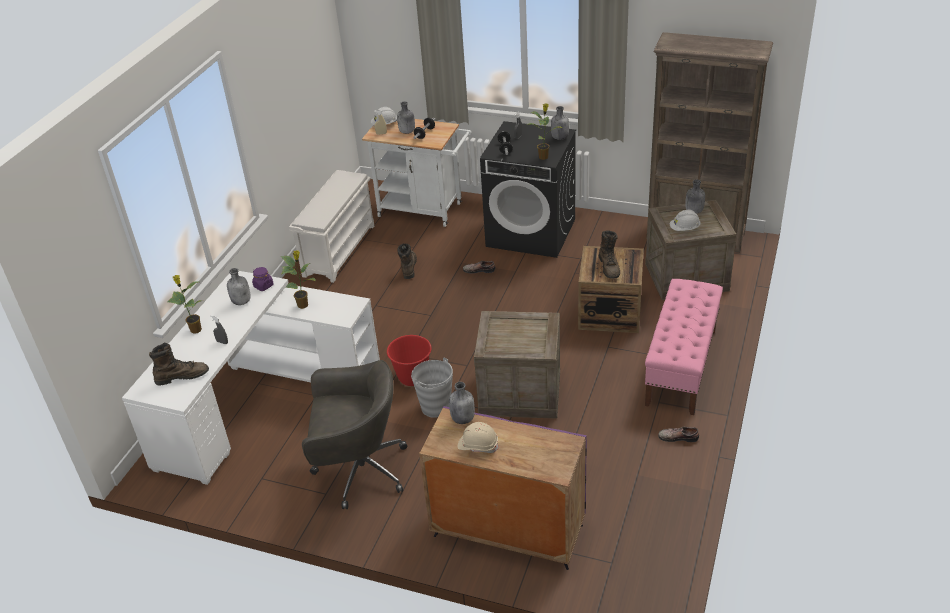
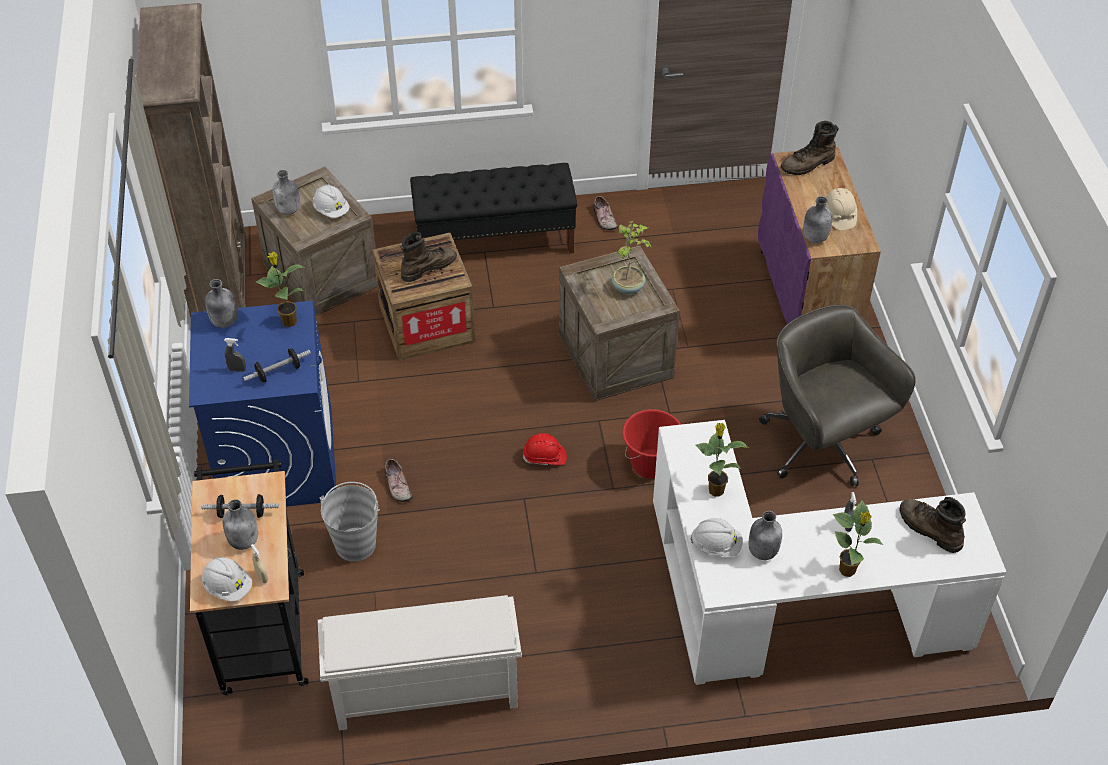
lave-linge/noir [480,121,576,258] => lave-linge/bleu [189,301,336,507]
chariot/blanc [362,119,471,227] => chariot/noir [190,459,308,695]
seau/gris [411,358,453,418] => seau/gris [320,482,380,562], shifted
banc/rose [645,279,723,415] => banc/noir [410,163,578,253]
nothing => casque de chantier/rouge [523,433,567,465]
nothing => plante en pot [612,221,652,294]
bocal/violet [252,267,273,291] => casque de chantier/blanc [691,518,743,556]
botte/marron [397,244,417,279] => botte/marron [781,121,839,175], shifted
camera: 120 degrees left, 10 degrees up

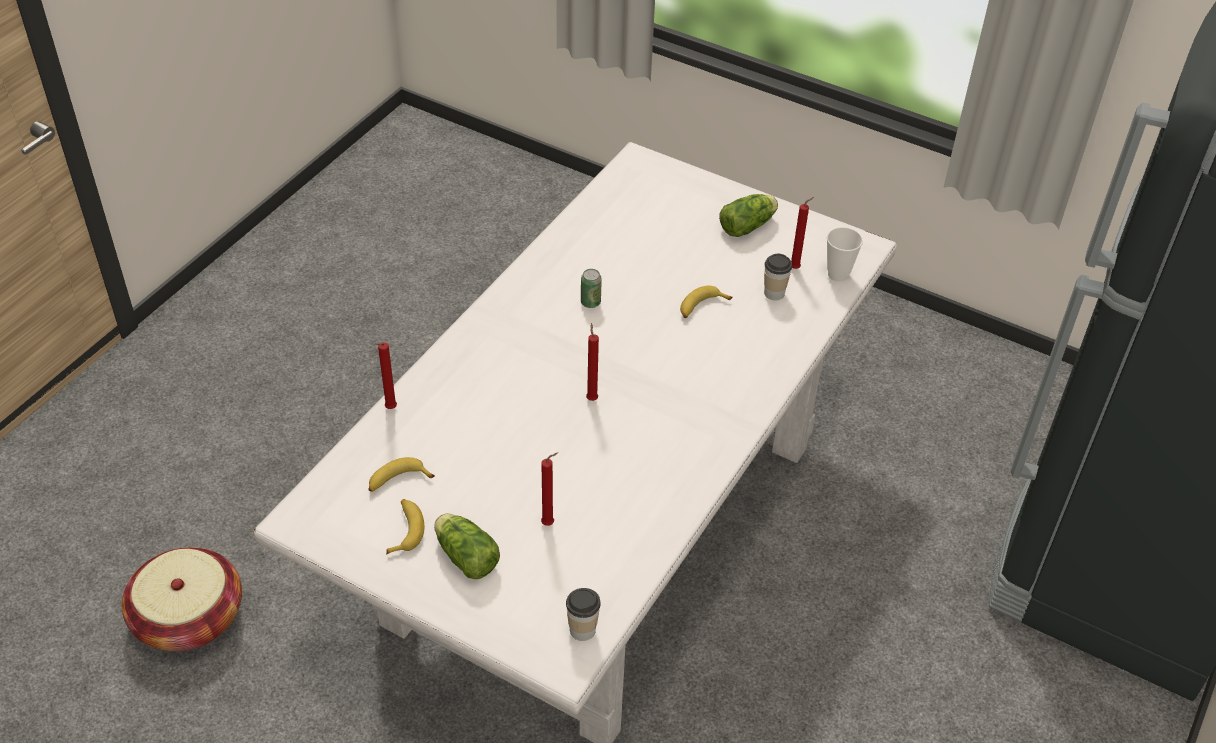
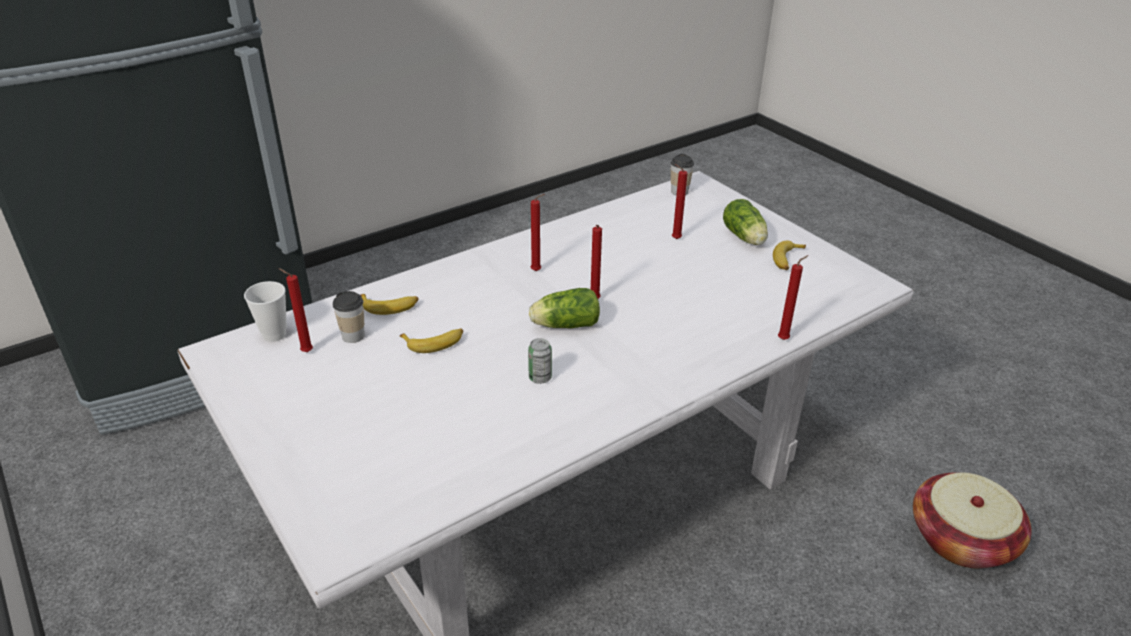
banane [369,457,435,492] => banane [361,294,419,315], shifted
laitue [719,194,778,237] => laitue [529,288,600,328], shifted
nothing => bougie/rouge [531,194,545,271]
camera: 155 degrees left, 10 degrees down

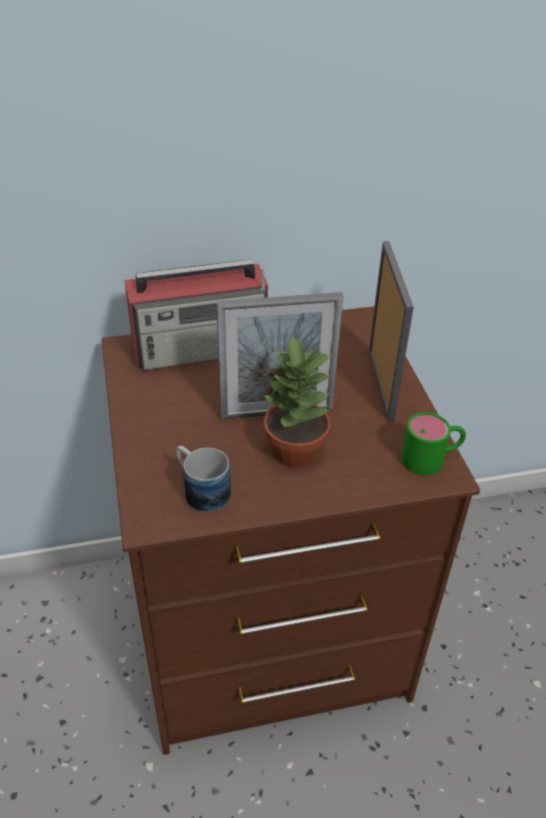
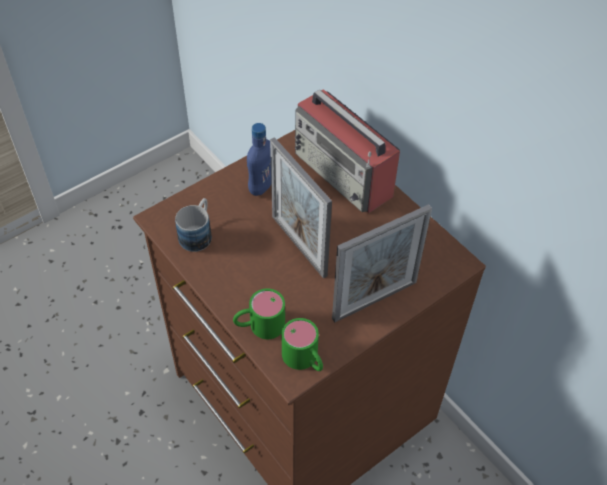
nothing => mug/vert [233,289,285,339]
nothing => bouteille/bleu [247,123,271,196]
plante en pot [262,335,332,468] => nothing
camera: 65 degrees right, 10 degrees up

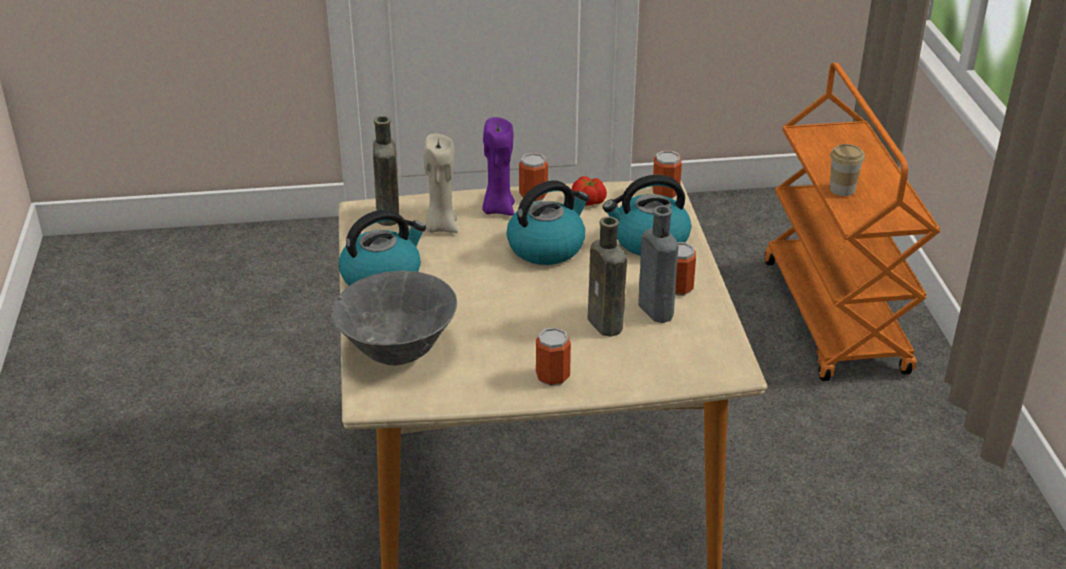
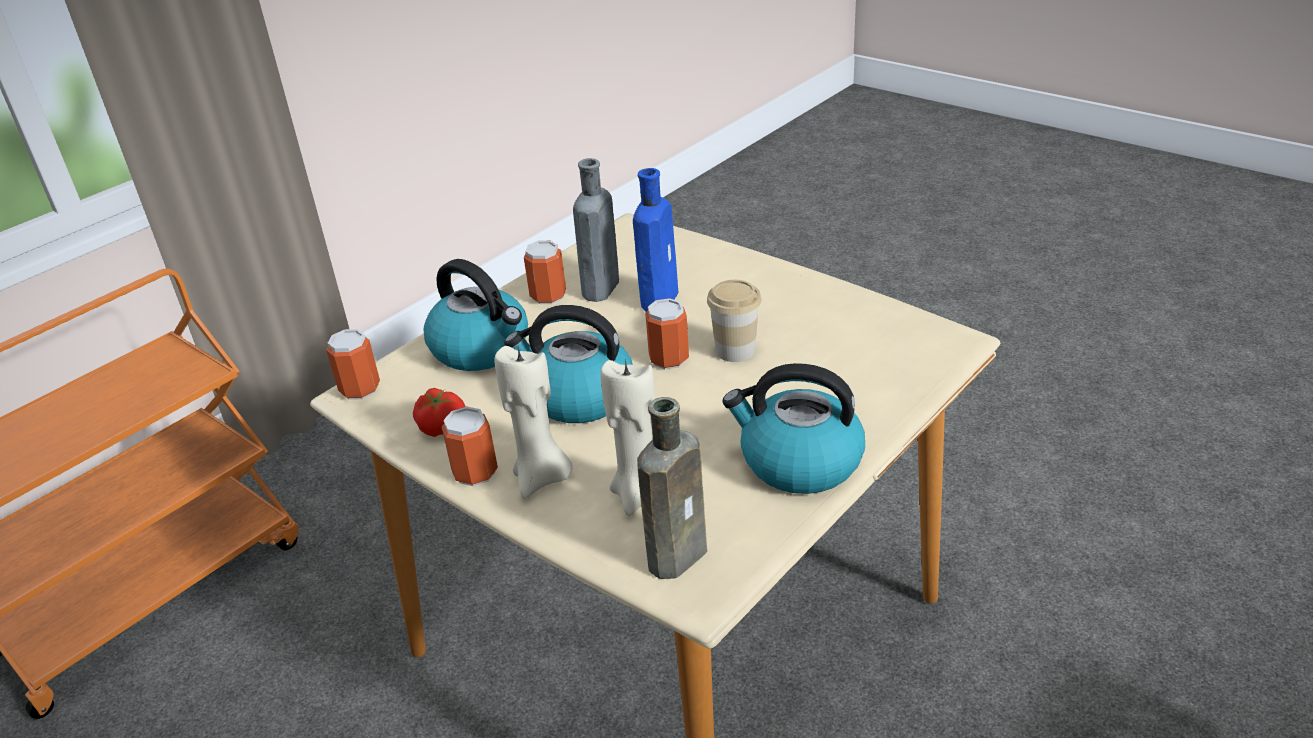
bougie/violet [482,117,515,215] => bougie/beige [494,346,573,498]
bouteille/marron [588,217,627,336] => bouteille/bleu [633,168,678,312]
boîte métallique [536,327,571,386] => boîte métallique [645,298,689,370], shifted
tasse [830,144,865,196] => tasse [707,280,761,362], shifted
bol/gris [330,271,457,366] => nothing
camera: 130 degrees left, 0 degrees up

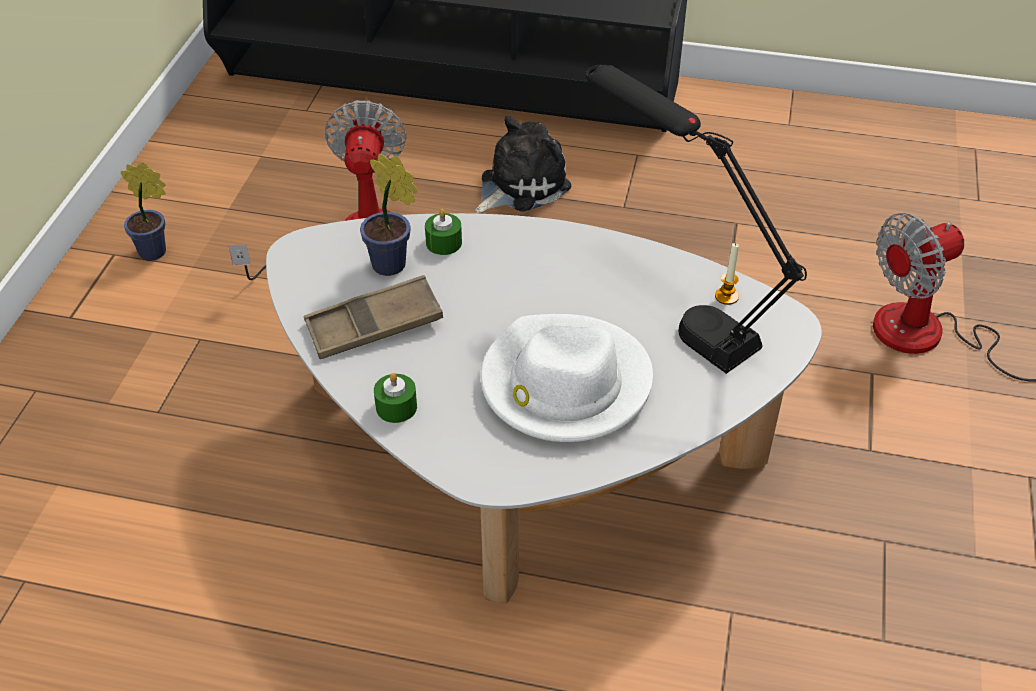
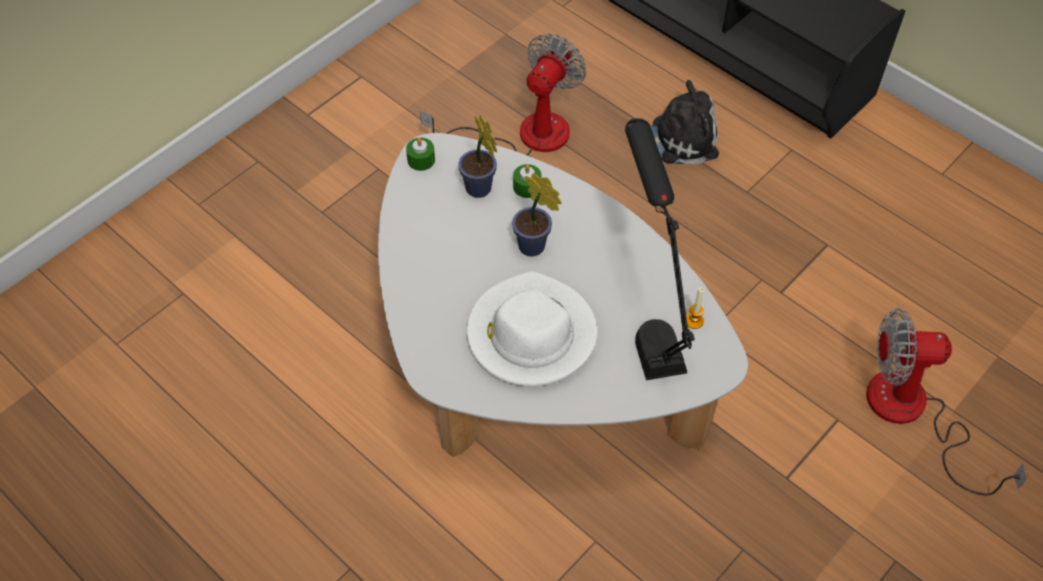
bougie/vert [374,373,417,423] => bougie/vert [406,137,435,171], shifted
plante en pot [121,162,166,261] => plante en pot [512,173,562,257], shifted
plateau/marron [304,275,443,359] => nothing
camera: 30 degrees right, 10 degrees up

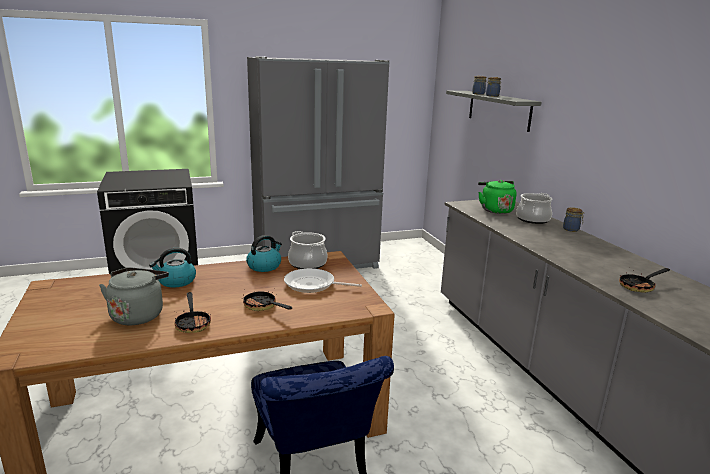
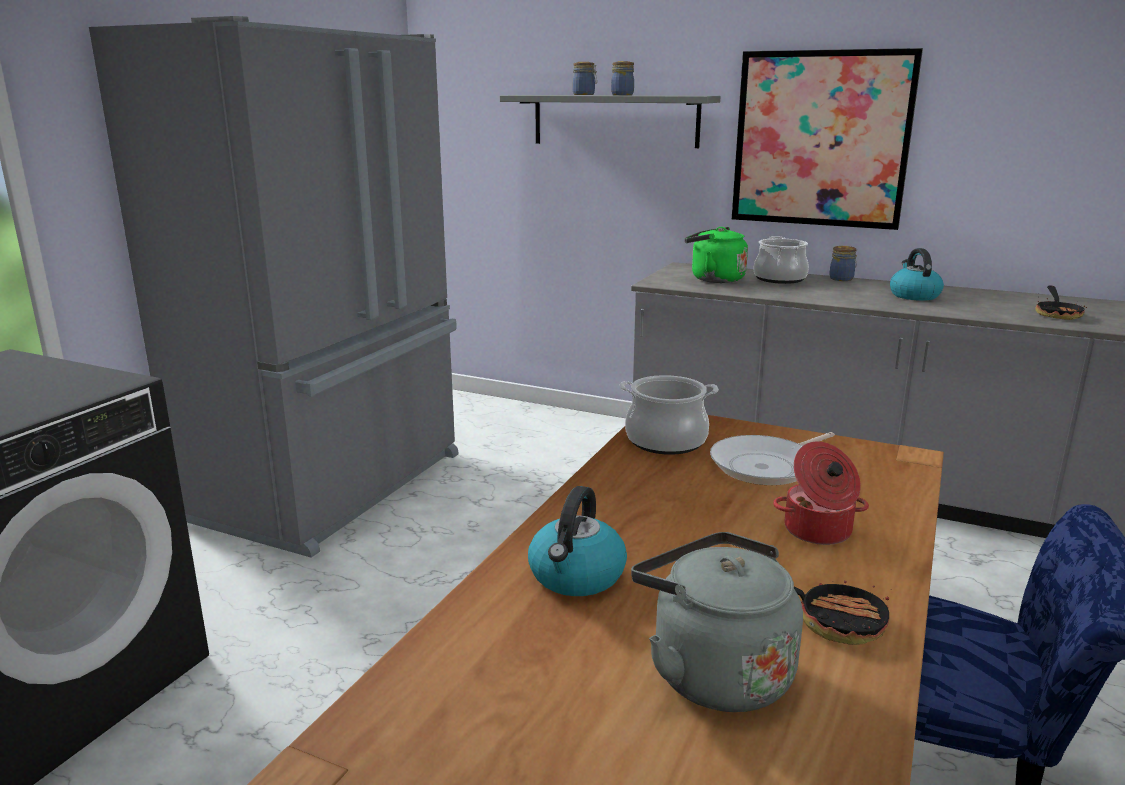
nothing => tableau [732,48,923,230]
poêle [242,291,292,311] => marmite [773,442,869,545]
bouilloire [246,235,282,272] => bouilloire [890,248,944,301], shifted
camera: 45 degrees left, 0 degrees up

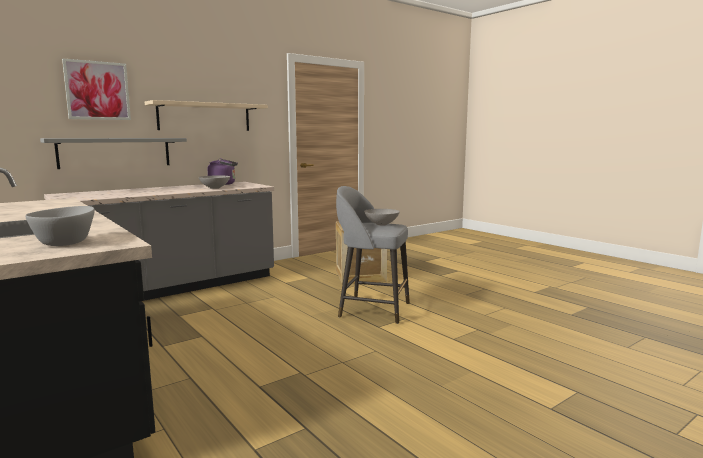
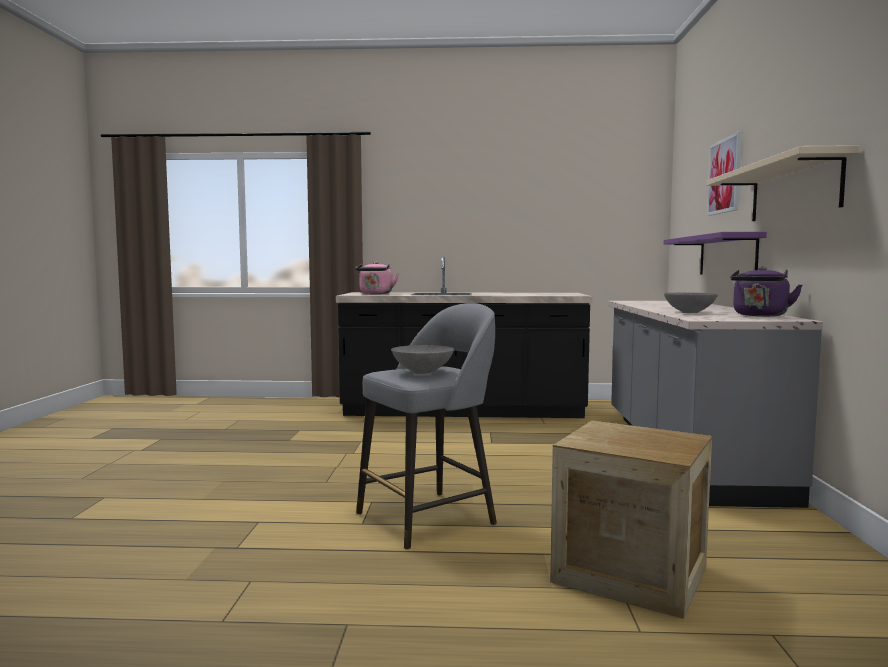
bol/gris [25,206,95,246] => bouilloire/rose [356,262,399,294]
étagère/gris [40,138,187,169] => étagère/violet [664,232,767,274]
camera: 130 degrees right, 5 degrees down

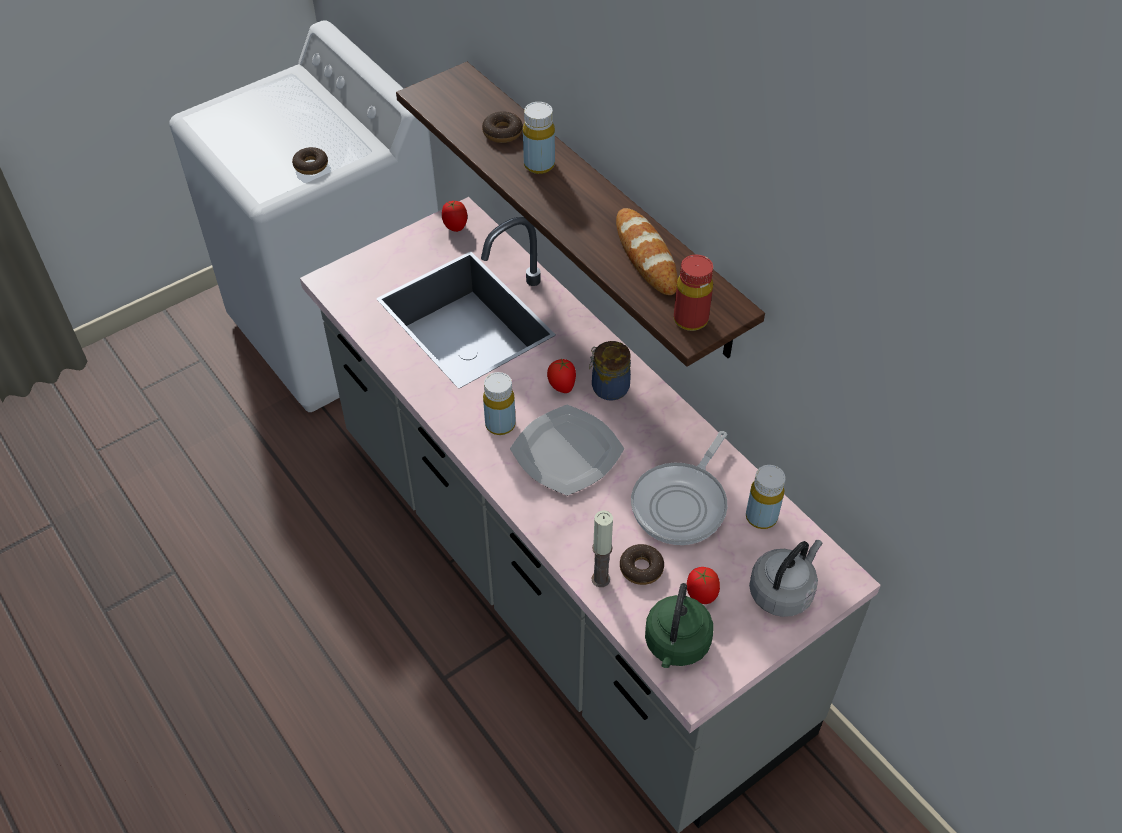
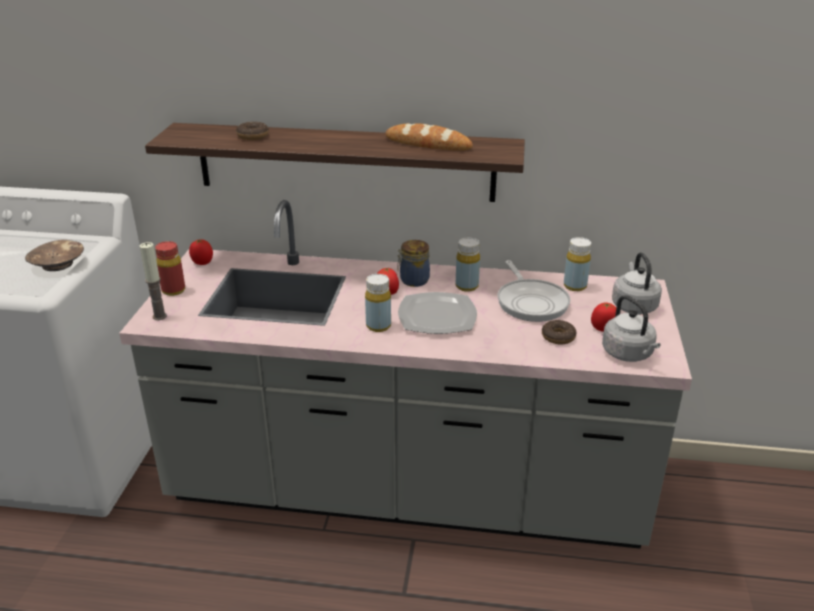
beignet [292,147,328,175] => bol/marron [25,240,84,271]
bougie [592,510,613,587] => bougie [140,242,167,320], shifted
bouteille/rouge [674,255,713,331] => bouteille/rouge [155,241,185,296], shifted
bouteille/jaune [523,102,555,174] => bouteille/jaune [456,238,480,292], shifted
bouilloire/vert [645,583,713,668] => bouilloire/gris [602,295,660,362]
camera: 45 degrees left, 20 degrees down

